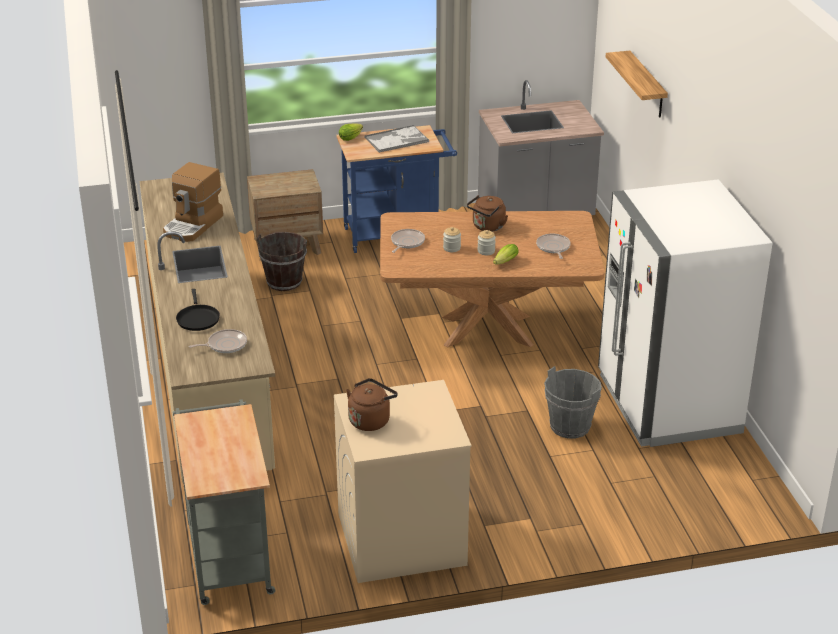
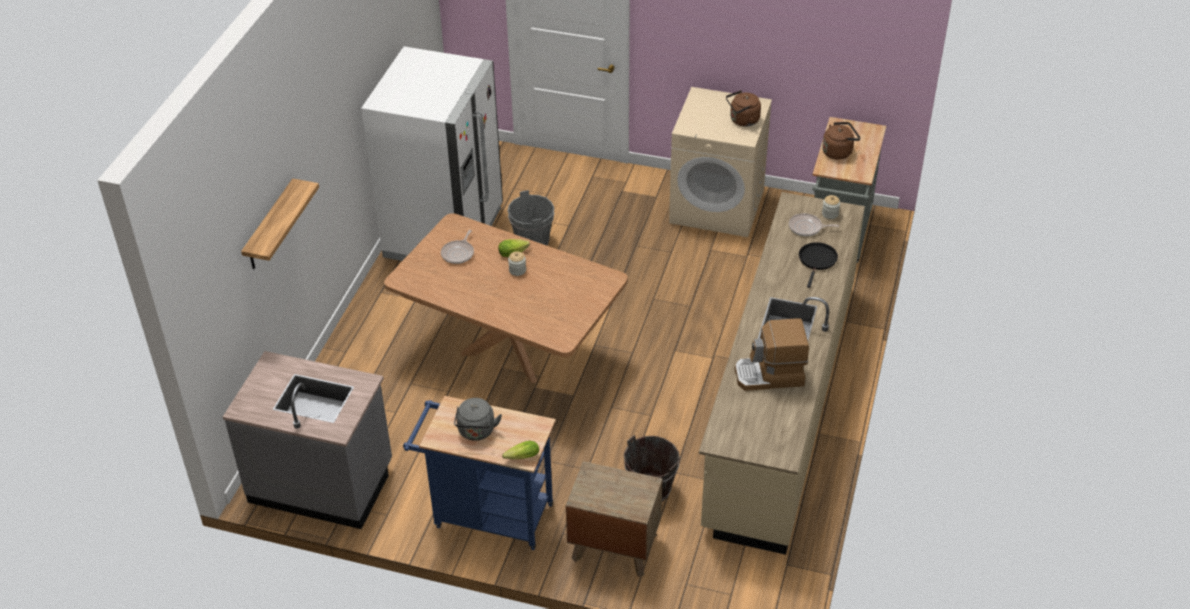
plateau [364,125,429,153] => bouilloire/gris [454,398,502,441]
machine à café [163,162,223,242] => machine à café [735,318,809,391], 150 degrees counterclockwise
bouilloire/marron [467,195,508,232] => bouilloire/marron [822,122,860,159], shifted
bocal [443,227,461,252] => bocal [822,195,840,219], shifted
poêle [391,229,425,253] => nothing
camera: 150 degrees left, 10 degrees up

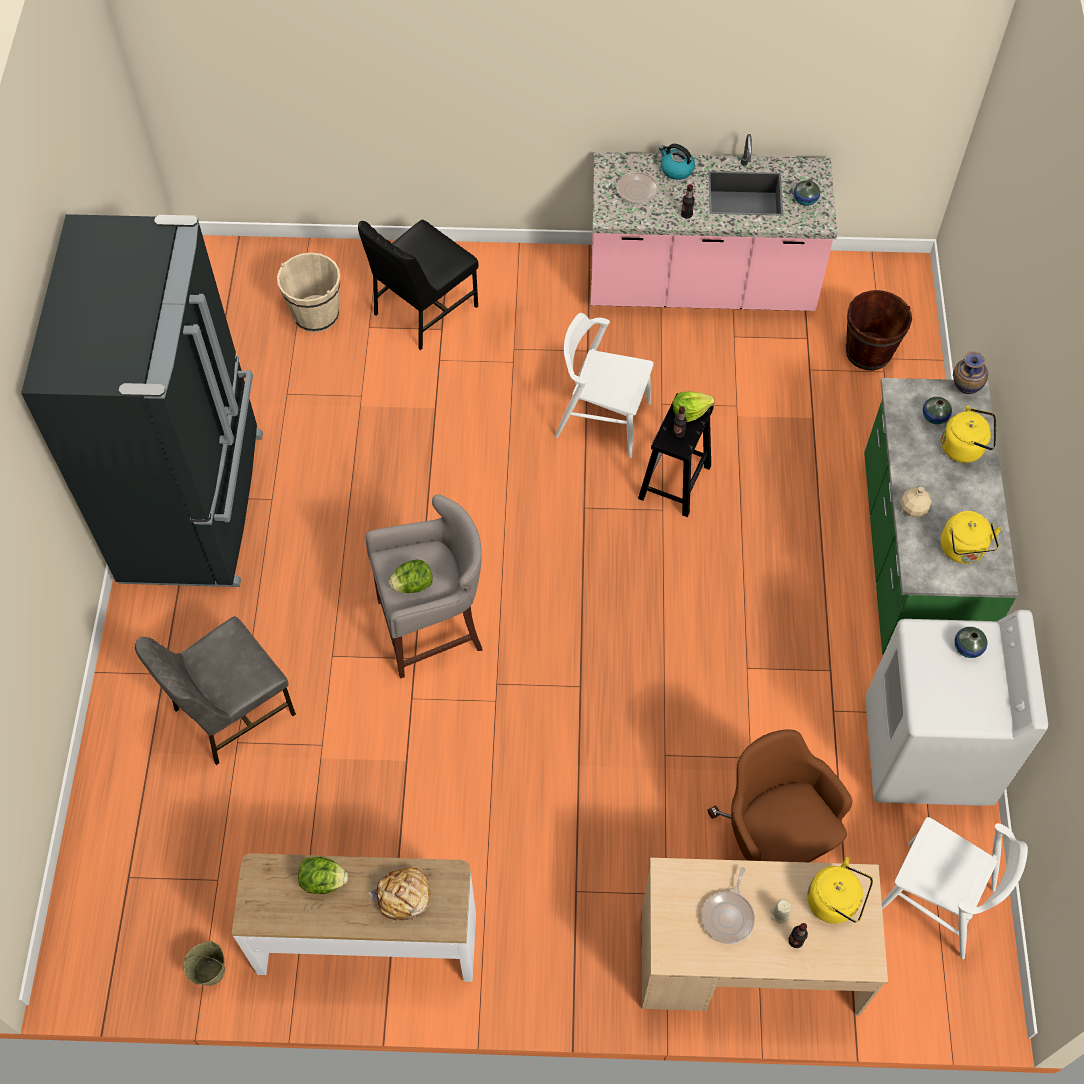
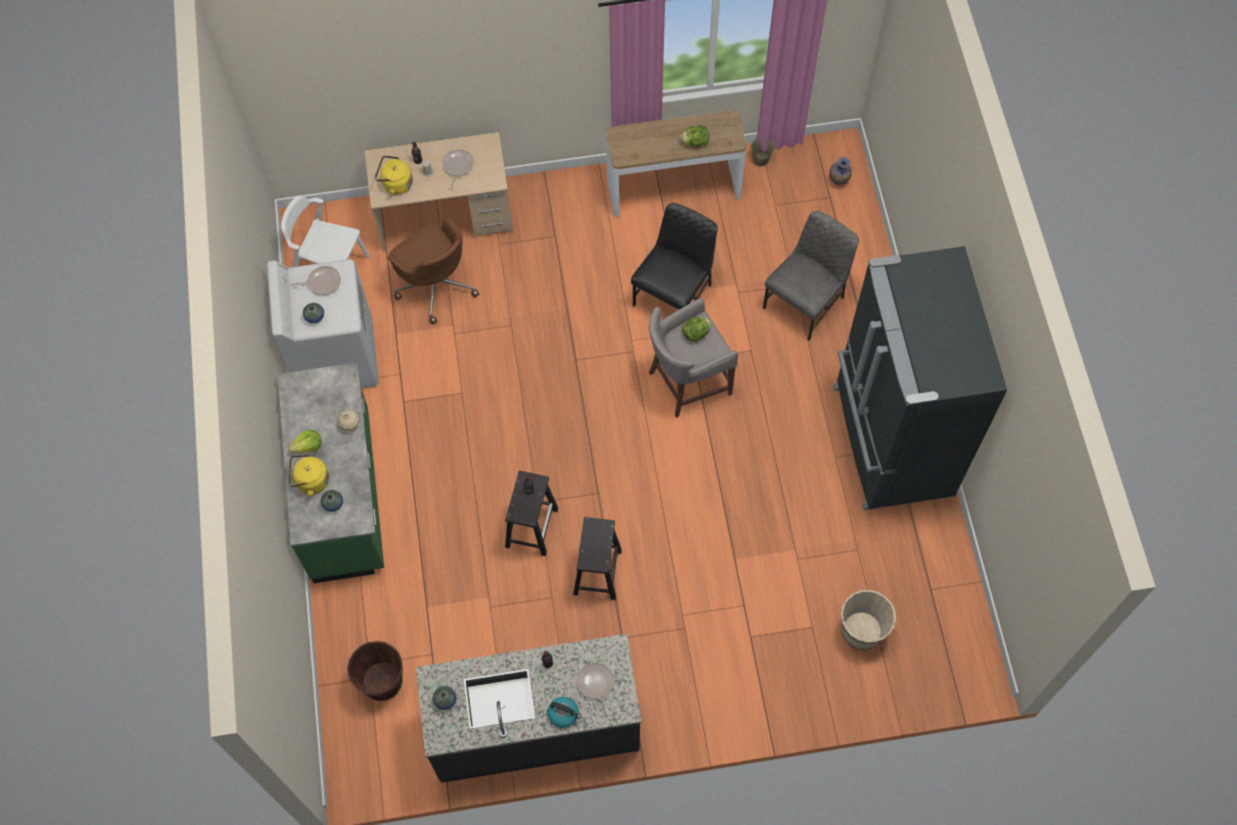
laitue [673,391,714,422] => laitue [288,430,322,453], shifted
nothing => poêle [290,266,341,295]
comptoir de cuisine/rose [590,134,837,311] => comptoir de cuisine/noir [416,634,642,783]
chaise/blanc [555,313,653,458] => tabouret/noir [573,517,622,600]
chaise/noir [358,220,479,350] => chaise/noir [631,203,718,309], shifted
vase [953,351,988,394] => vase [829,157,852,185], shifted
pain [369,868,430,922] => nothing
bouilloire/jaune [941,511,1002,564] => nothing
camera: 170 degrees right, 5 degrees up

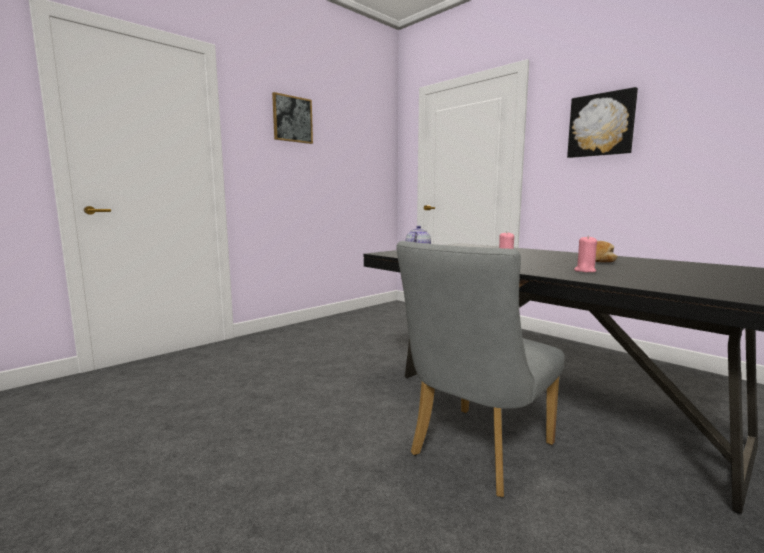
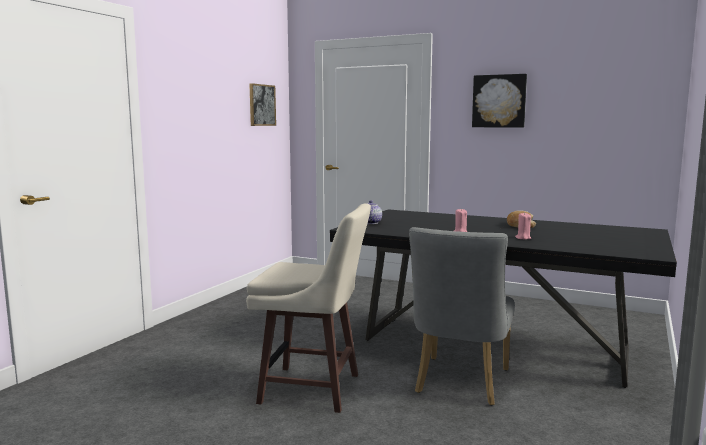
nothing => tabouret/beige [246,203,371,413]
tableau [272,92,313,144] => tableau [249,83,276,126], shifted
camera: 20 degrees left, 0 degrees up

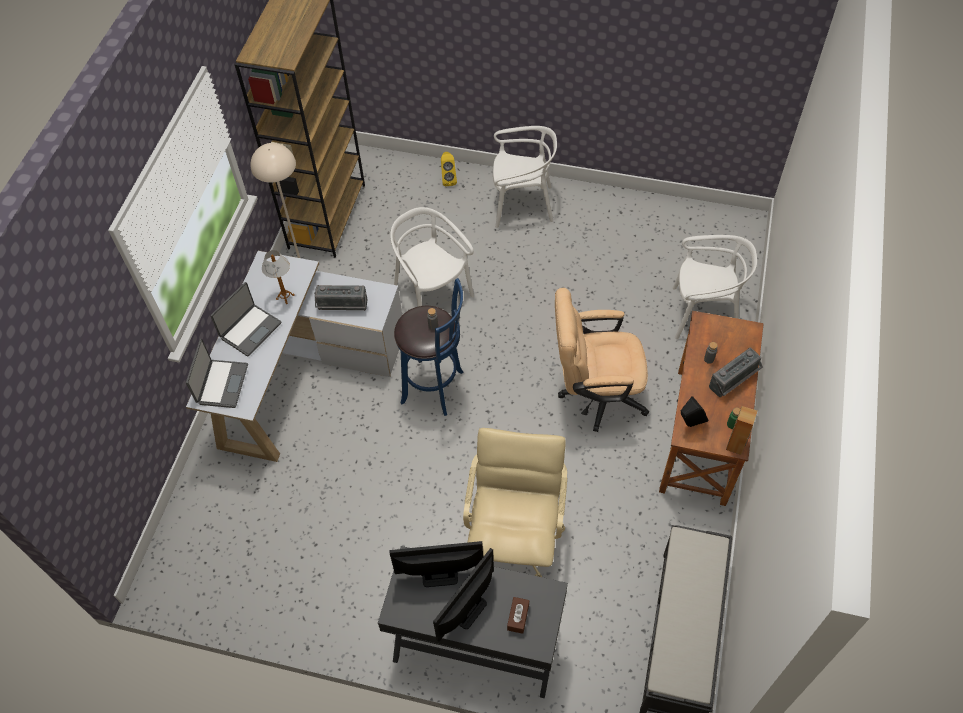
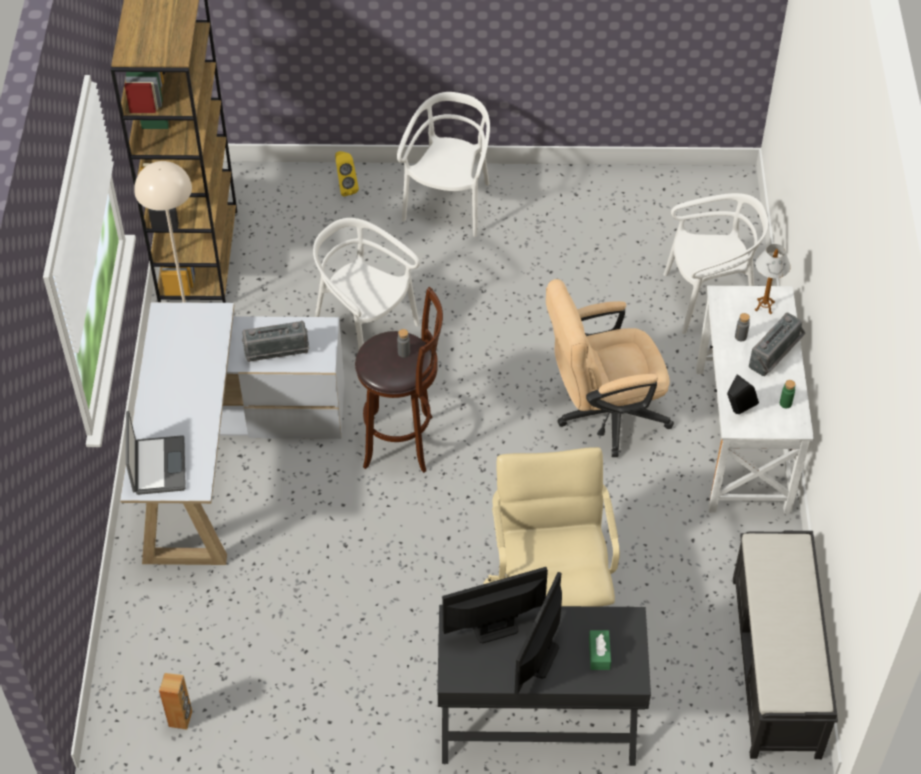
enceinte/marron [726,406,758,455] => enceinte/marron [159,673,193,730], shifted
tabouret/bleu [394,278,464,416] => tabouret/marron [355,287,443,473]
chaise/blanc [493,126,557,228] => chaise/blanc [397,92,490,237], 60 degrees counterclockwise
boîte à mouchoirs/marron [507,597,529,634] => boîte à mouchoirs/vert [589,630,611,670]
bureau/marron [659,311,764,506] => bureau/blanc [696,286,814,513]
lampe de table [262,250,295,304] => lampe de table [755,244,791,314], shifted
ordinateur portable [210,282,282,356] => nothing
camera: 15 degrees left, 5 degrees down

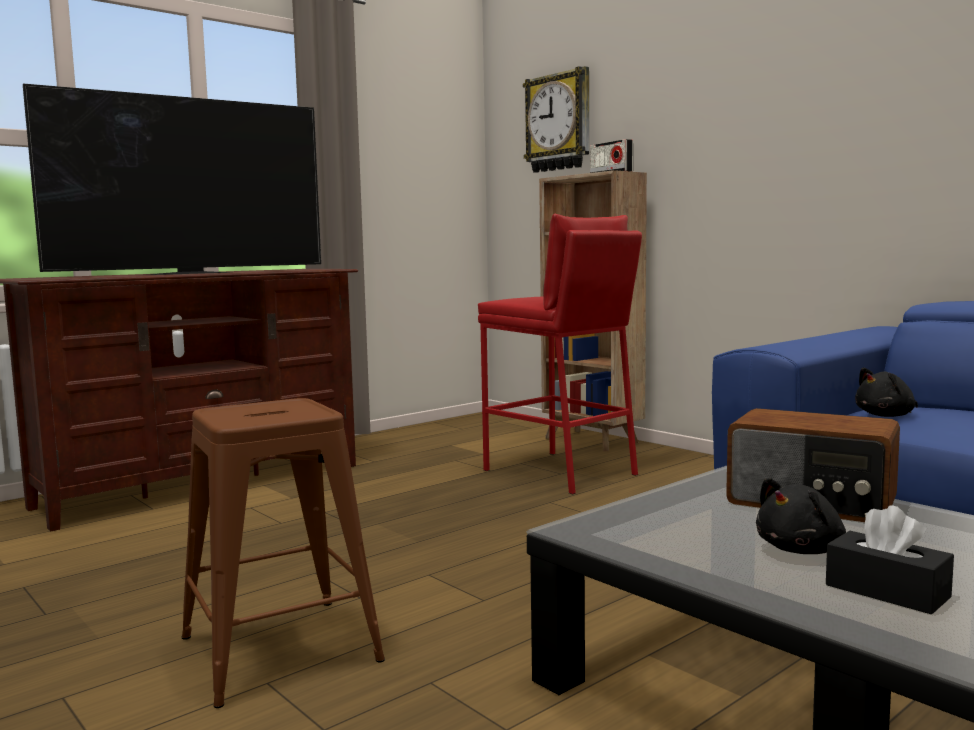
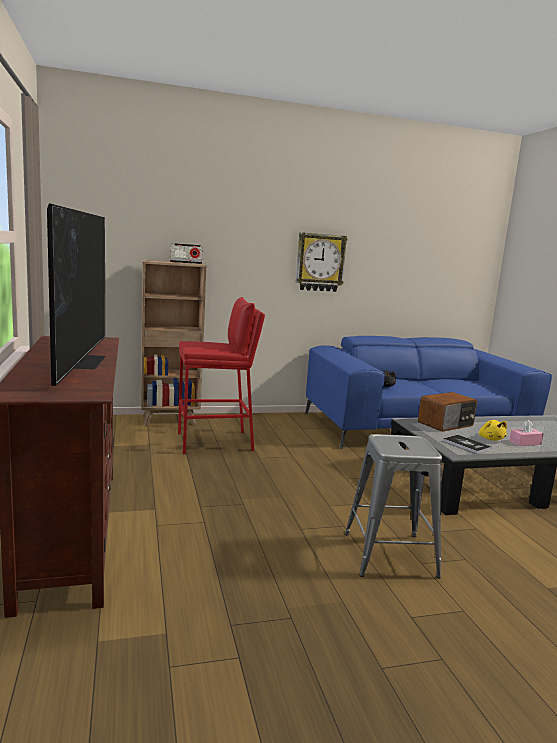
horloge murale [523,66,589,173] => horloge murale [296,232,348,292], shifted
tabouret/marron [182,398,385,708] => tabouret/gris [345,434,442,578]
nothing => livre [443,435,491,454]
peluche/noir [756,478,846,554] => peluche/jaune [479,420,507,441]
boîte à mouchoirs/noir [826,505,954,615] => boîte à mouchoirs/rose [509,420,544,446]
camera: 65 degrees left, 5 degrees up

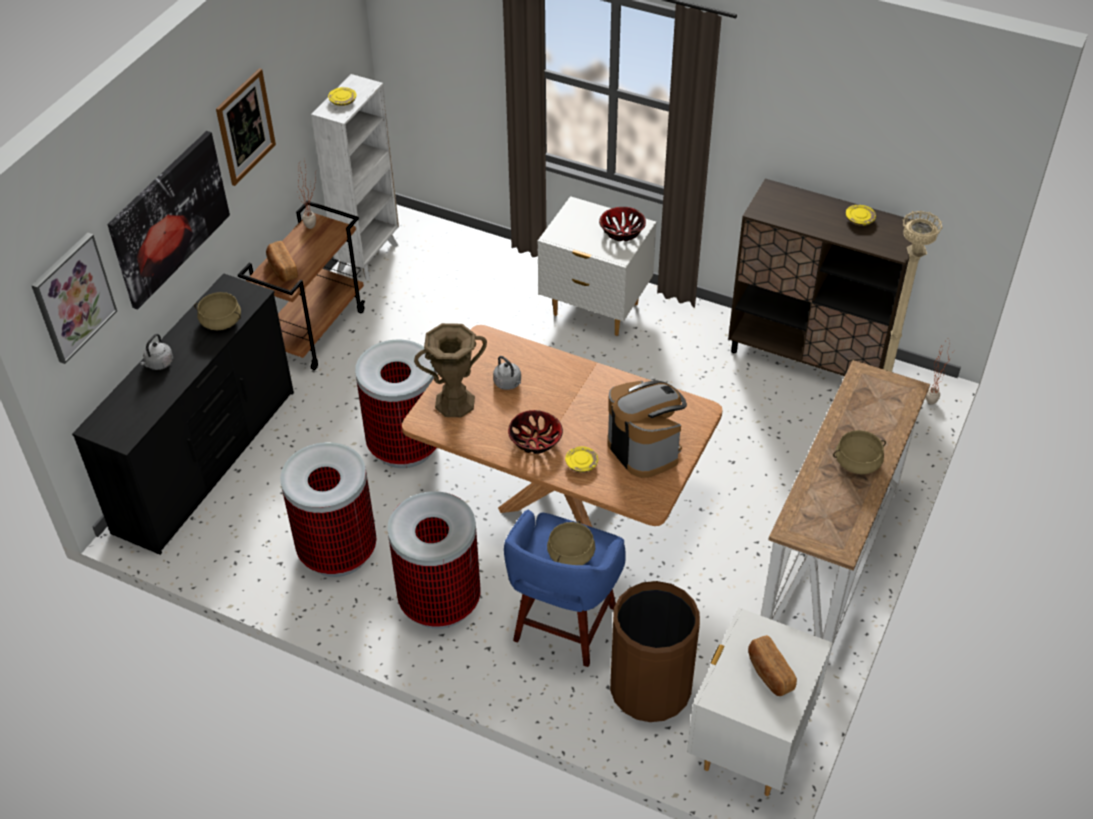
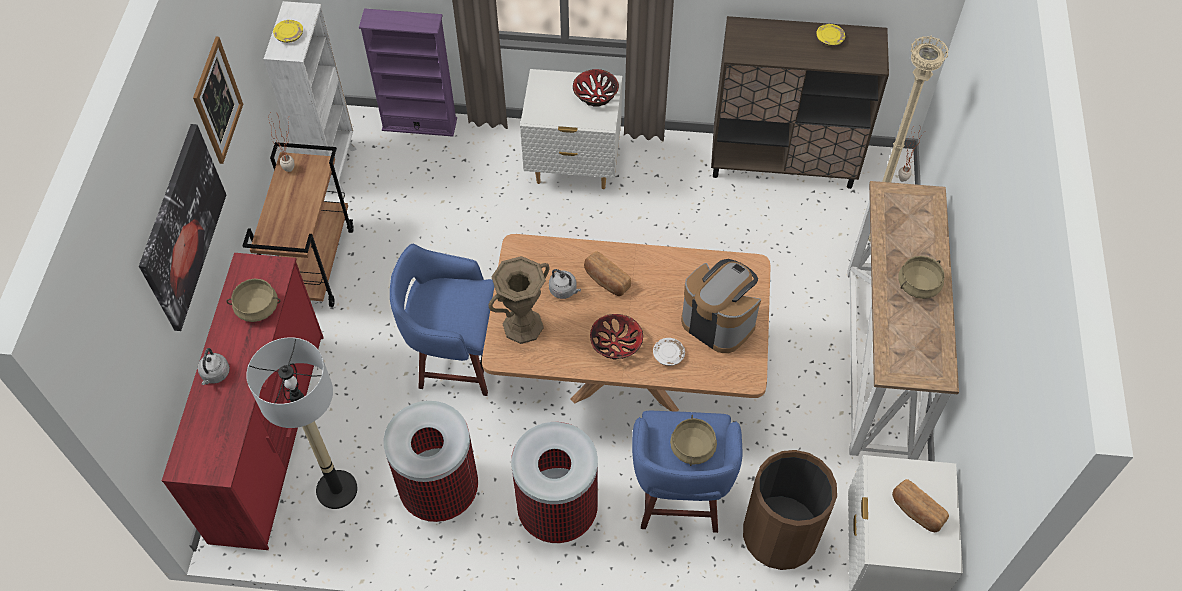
commode/noir [72,273,294,555] => commode/rouge [162,253,324,550]
nothing => lampadaire [246,337,357,509]
nothing => bibliothèque/violet [359,9,457,137]
poubelle [355,340,436,468] => tabouret/bleu [390,244,494,396]
pain [266,241,298,282] => pain [584,251,631,296], shifted
assiette/jaune [565,446,598,473] => assiette/blanc [653,338,685,366]
tableau [31,233,117,364] => nothing
camera: 20 degrees left, 10 degrees up

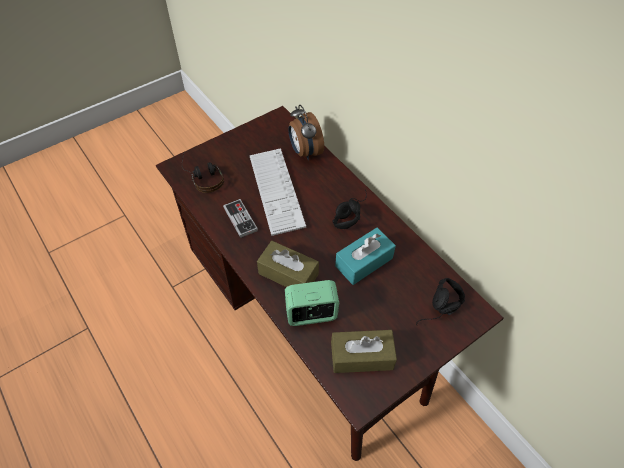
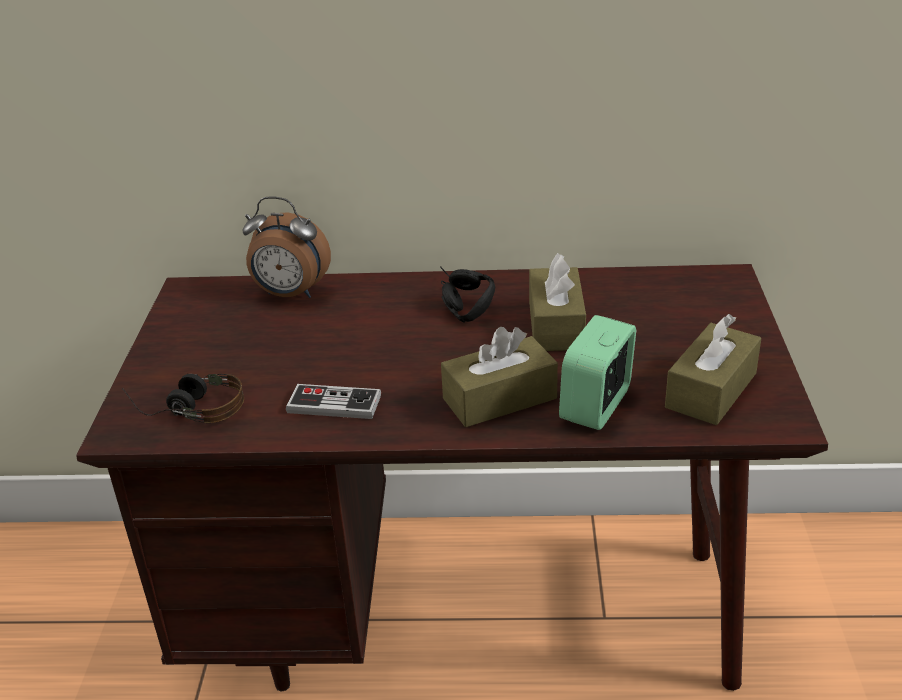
boîte à mouchoirs/turquoise [335,228,396,285] => boîte à mouchoirs/marron [529,253,586,351]
clavier [249,148,306,236] => nothing
casque audio/noir [416,278,465,326] => nothing
camera: 50 degrees left, 20 degrees down

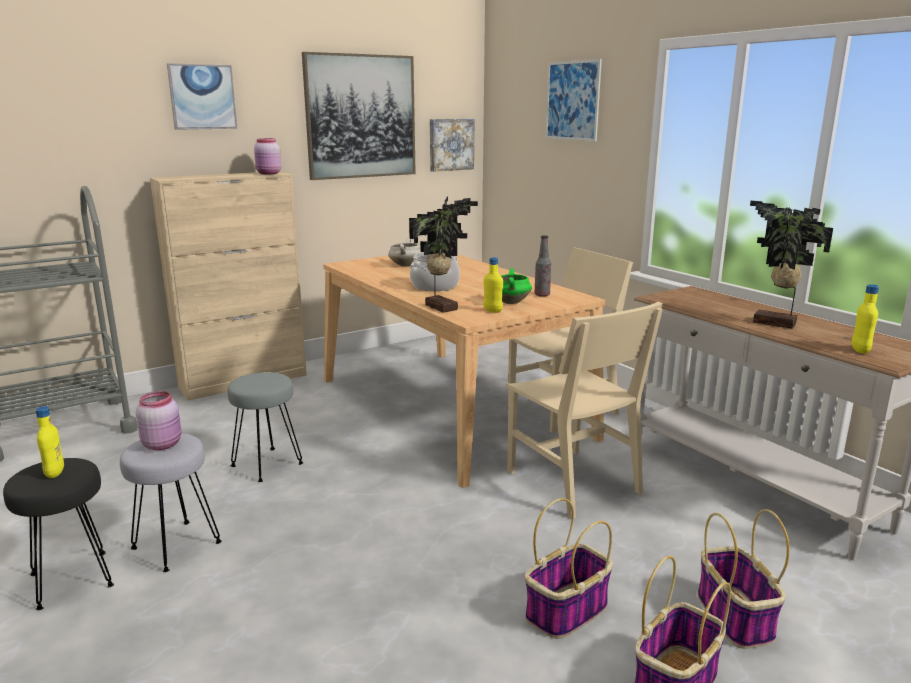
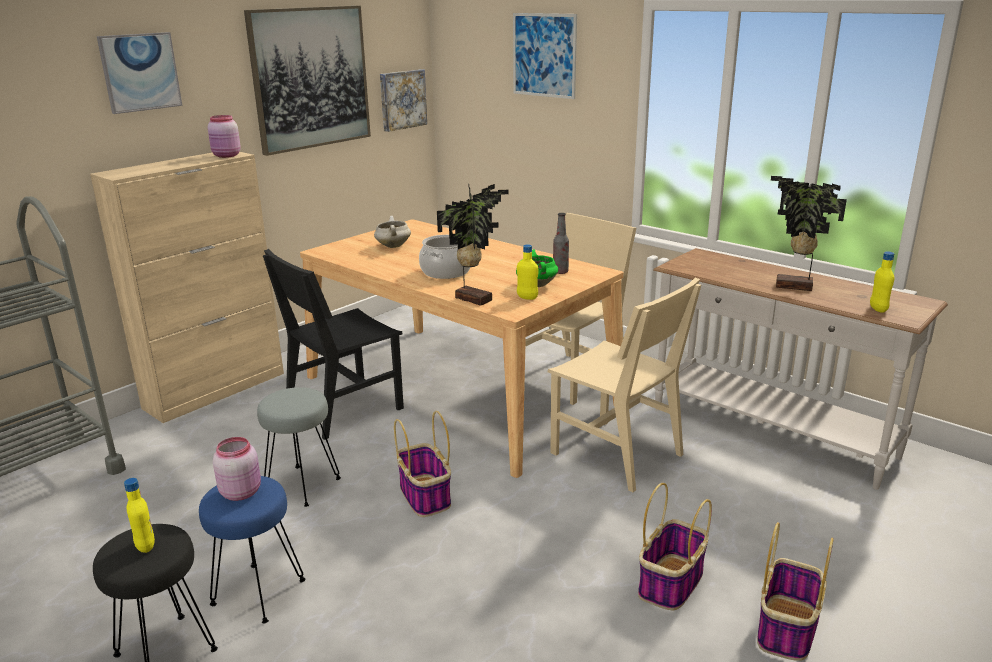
tabouret/gris [120,433,222,572] => tabouret/bleu [199,476,305,623]
nothing => chaise/noir [263,249,404,440]
panier [698,509,790,649] => panier [394,411,451,517], shifted
camera: 15 degrees left, 5 degrees up

